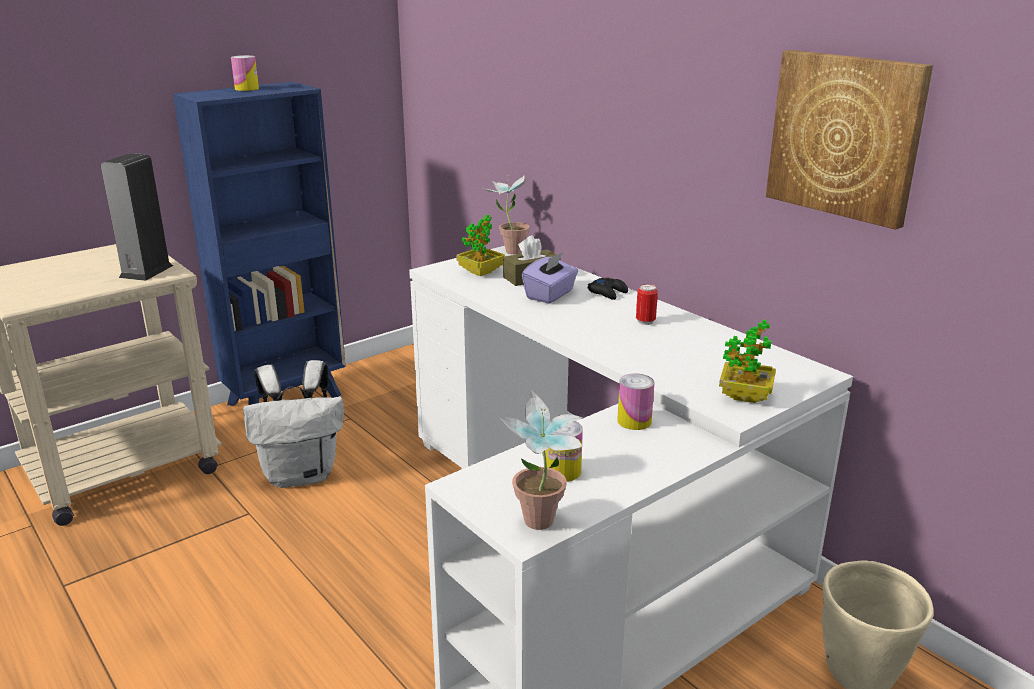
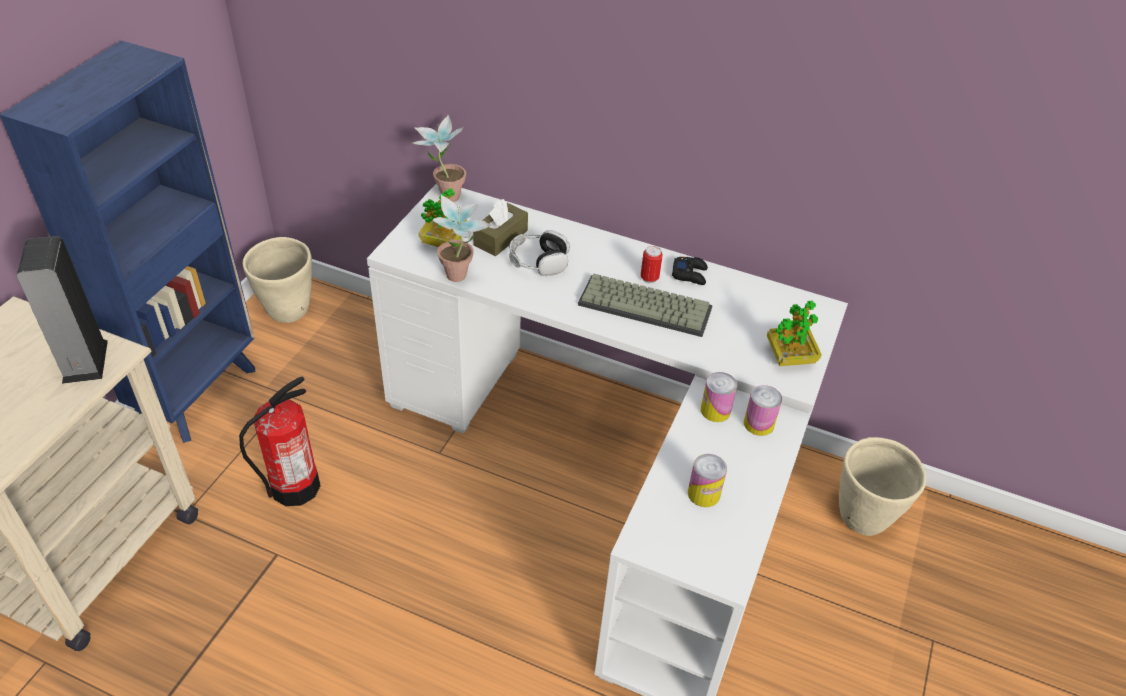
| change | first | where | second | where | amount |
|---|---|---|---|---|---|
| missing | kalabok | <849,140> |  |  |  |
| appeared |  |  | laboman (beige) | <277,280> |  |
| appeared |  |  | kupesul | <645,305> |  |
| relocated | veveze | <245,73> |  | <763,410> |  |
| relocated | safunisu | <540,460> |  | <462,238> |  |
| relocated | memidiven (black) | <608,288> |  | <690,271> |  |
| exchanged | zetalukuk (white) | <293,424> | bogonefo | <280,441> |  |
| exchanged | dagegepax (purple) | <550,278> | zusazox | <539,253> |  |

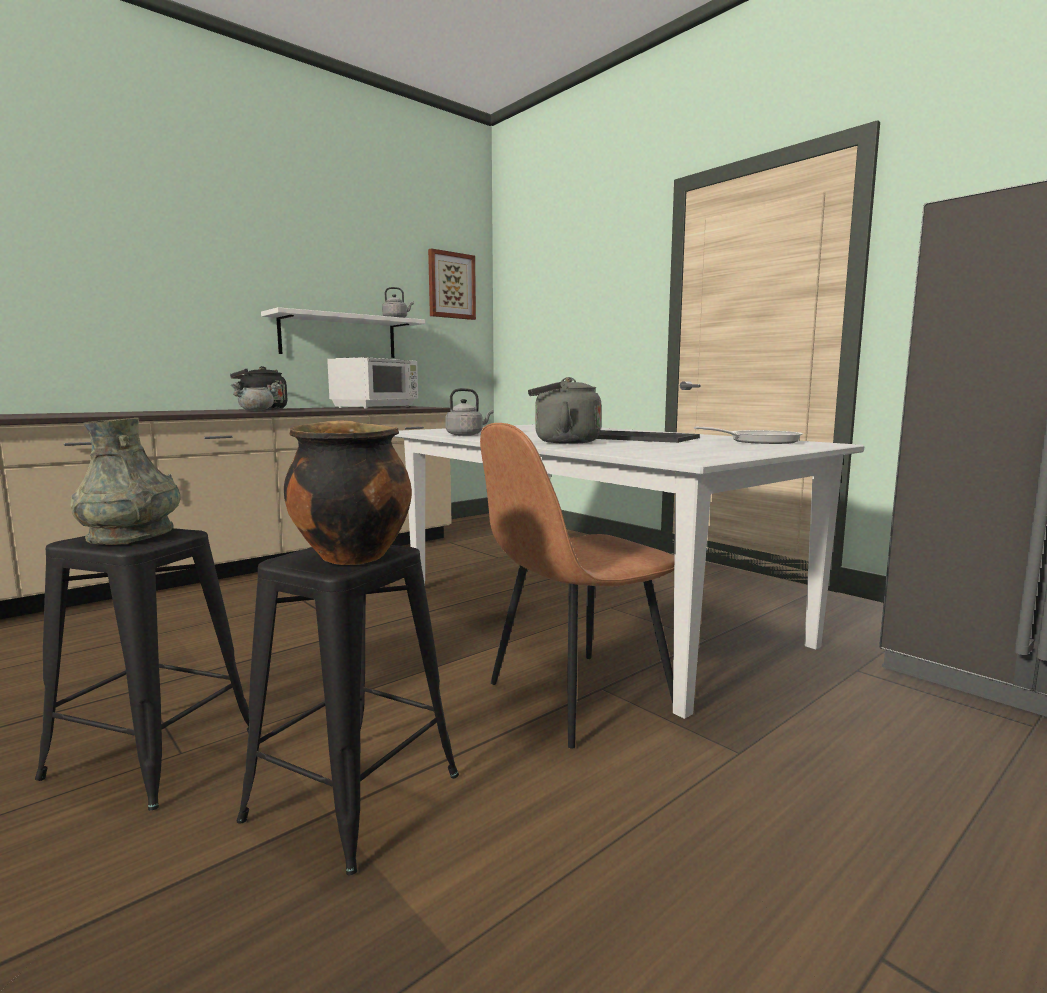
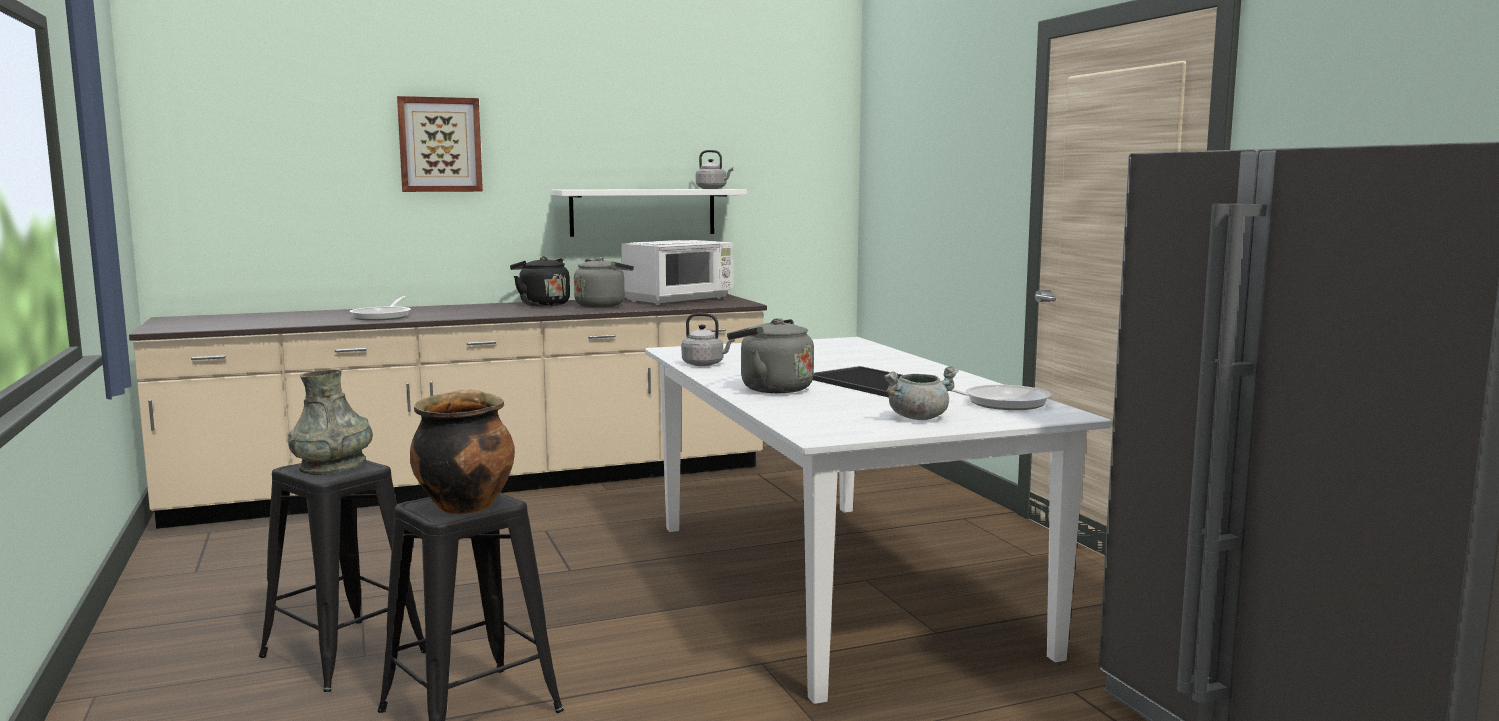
| change | first | where | second | where | amount |
|---|---|---|---|---|---|
| missing | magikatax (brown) | <577,586> |  |  |  |
| appeared |  |  | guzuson | <380,308> |  |
| appeared |  |  | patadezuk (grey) | <604,282> |  |
| relocated | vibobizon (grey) | <255,396> |  | <921,393> |  |
| relocated | kalabok | <452,284> |  | <440,144> |  |

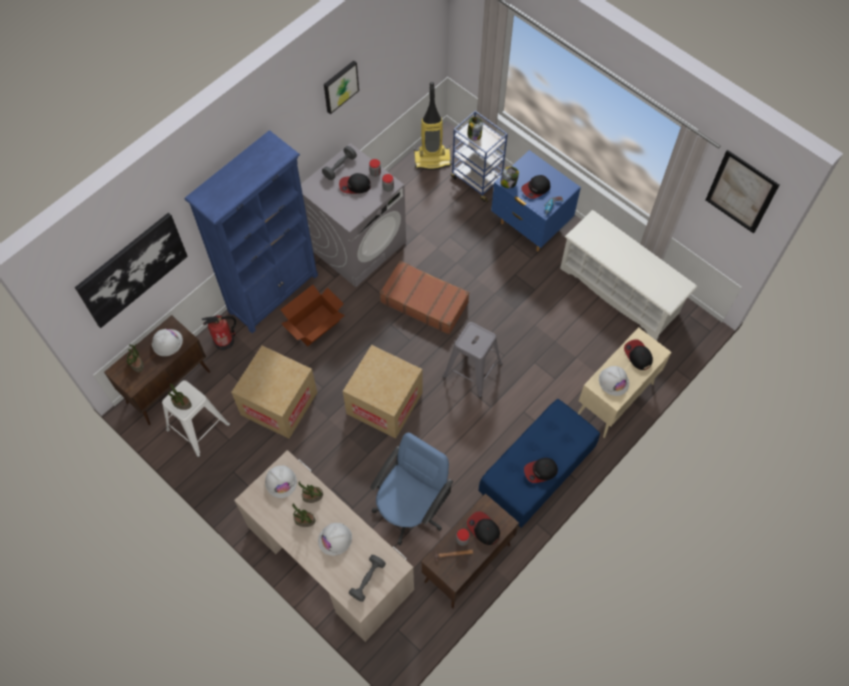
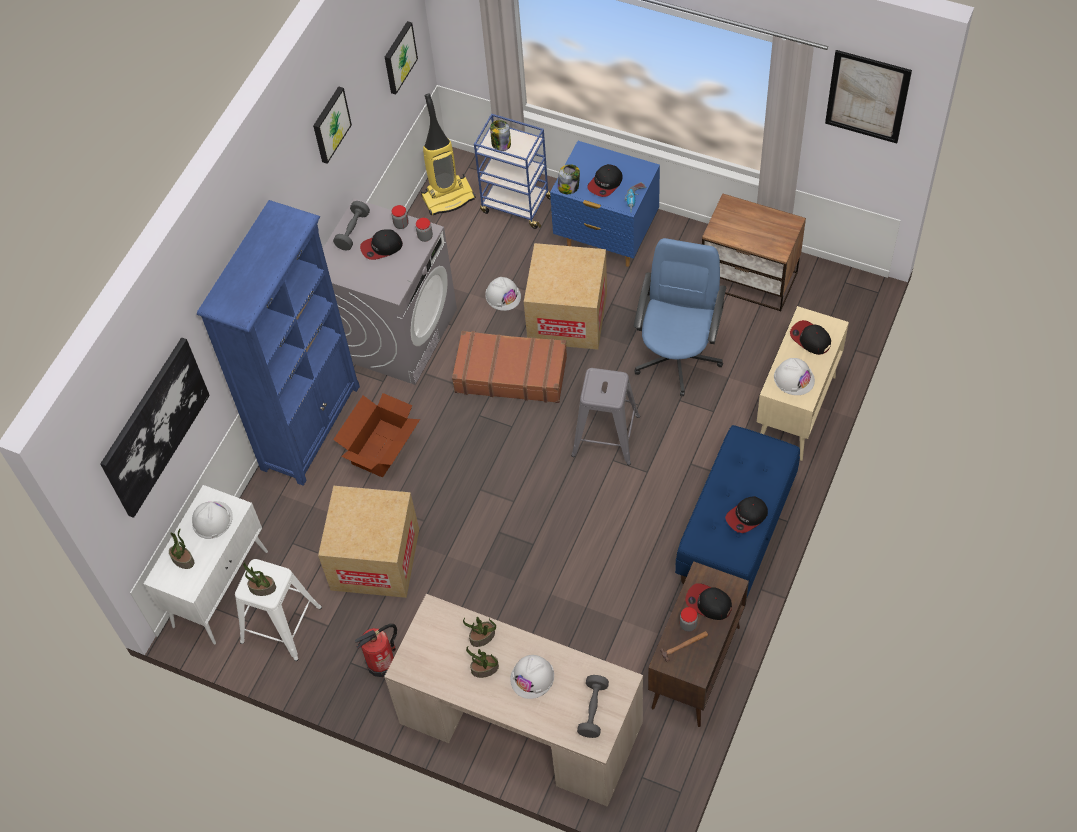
| change | first | where | second | where | amount |
|---|---|---|---|---|---|
| appeared |  |  | kalabok | <401,57> |  |
| relocated | bogonefo | <219,332> |  | <375,650> |  |
| relocated | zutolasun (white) | <281,481> |  | <503,294> |  |
| relocated | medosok | <383,392> |  | <565,296> |  |
| relocated | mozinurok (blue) | <411,489> |  | <680,317> |  |
| exchanged | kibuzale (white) | <629,275> | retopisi | <754,252> |  |
| colour | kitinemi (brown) | <157,370> | kitinemi (white) | <206,564> |  |

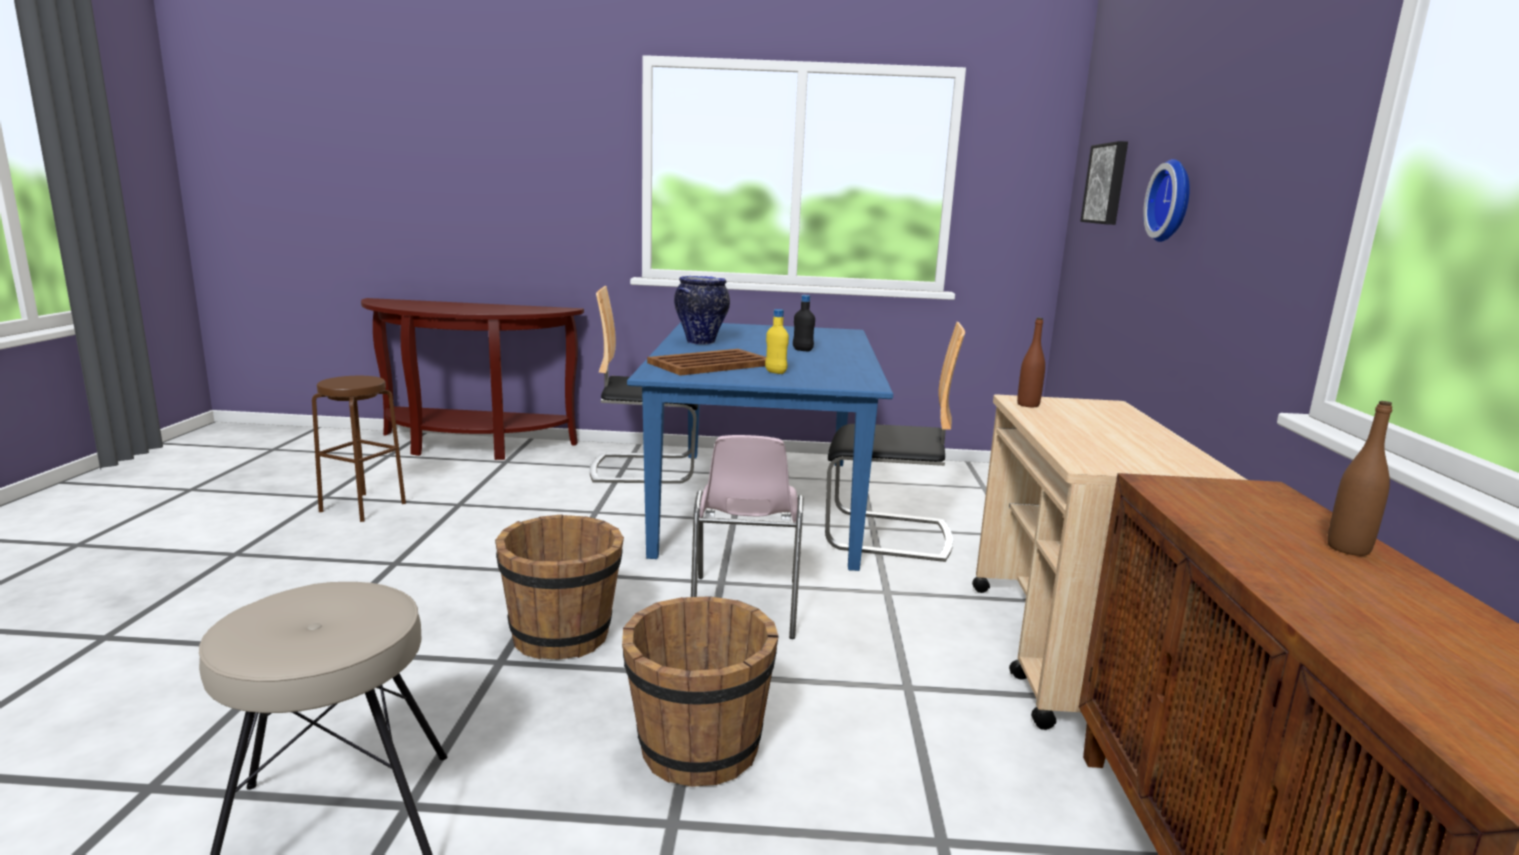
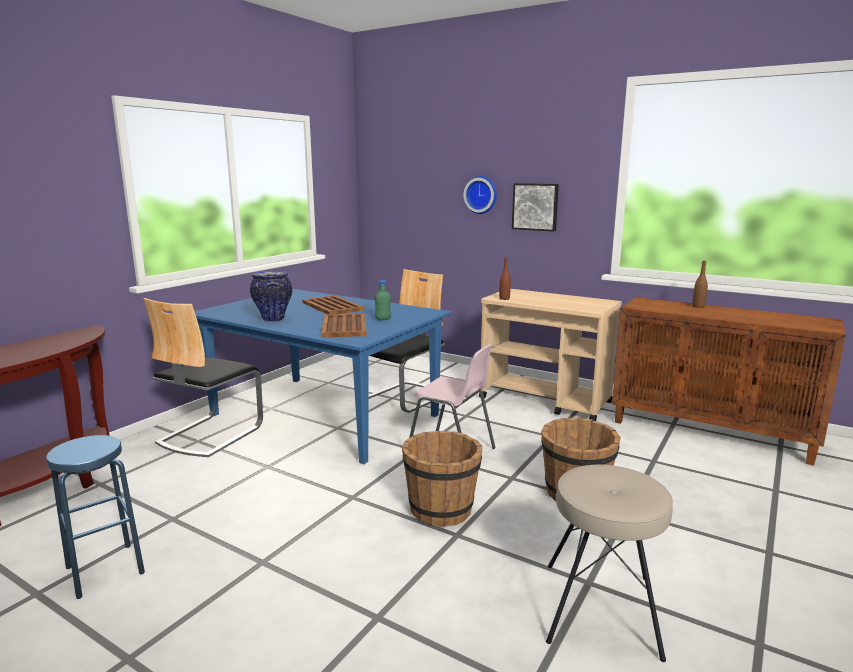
| change | first | where | second | where | amount |
|---|---|---|---|---|---|
| relocated | kalabok | <1104,183> |  | <535,207> |  |
| exchanged | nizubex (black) | <804,323> | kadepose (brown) | <333,304> |  |
| colour | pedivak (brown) | <359,449> | pedivak (blue) | <95,517> |  |
| colour | nizubex (yellow) | <777,341> | nizubex (green) | <383,300> |  |

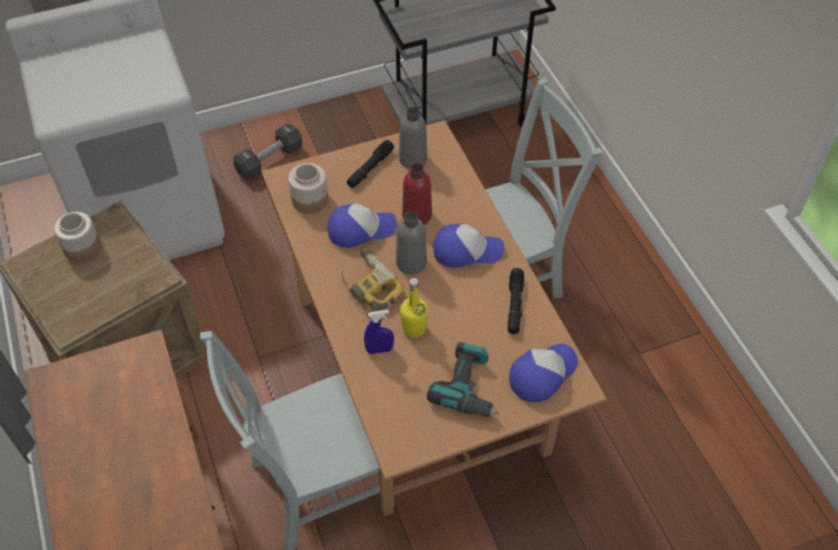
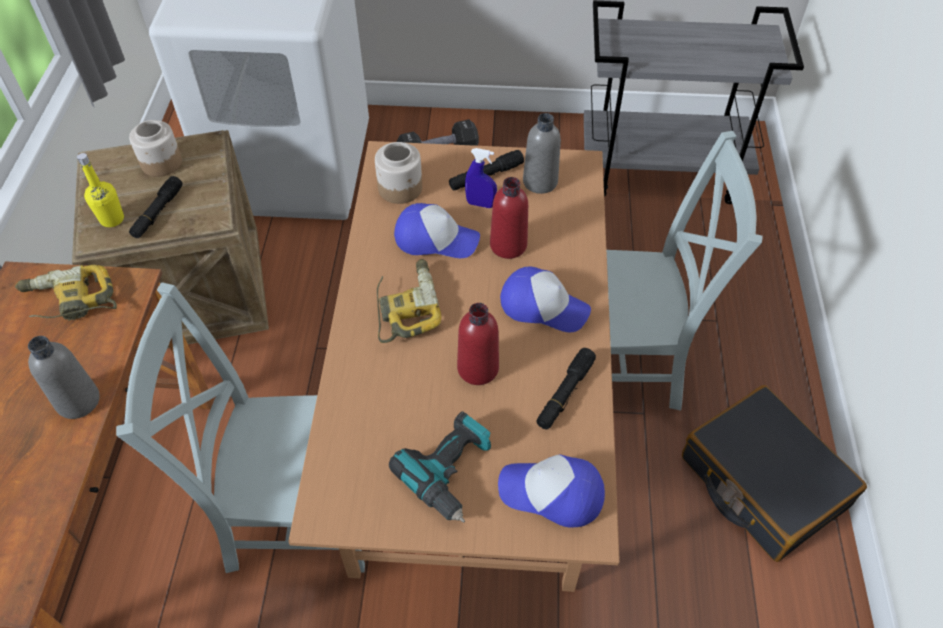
| change | first | where | second | where | amount |
|---|---|---|---|---|---|
| appeared |  |  | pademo | <66,293> |  |
| appeared |  |  | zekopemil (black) | <155,207> |  |
| appeared |  |  | nizubex (red) | <478,344> |  |
| appeared |  |  | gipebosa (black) | <774,473> |  |
| relocated | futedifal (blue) | <379,332> |  | <481,178> |  |
| relocated | nizubex (grey) | <411,243> |  | <64,377> |  |
| relocated | nizubex (yellow) | <414,308> |  | <100,190> |  |
| spun | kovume | <543,373> |  | <551,491> | 150 degrees counterclockwise |

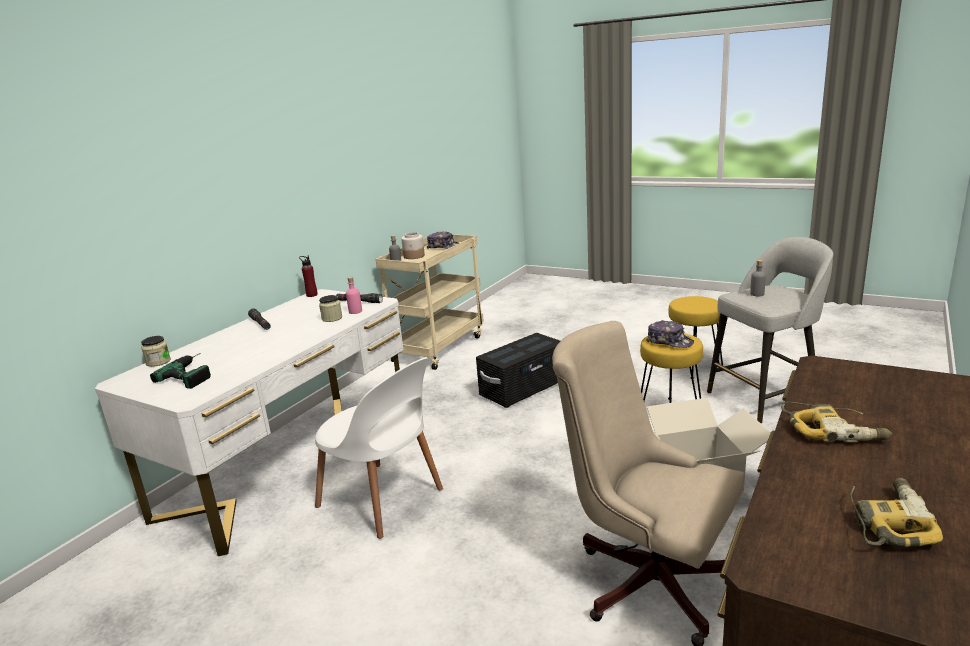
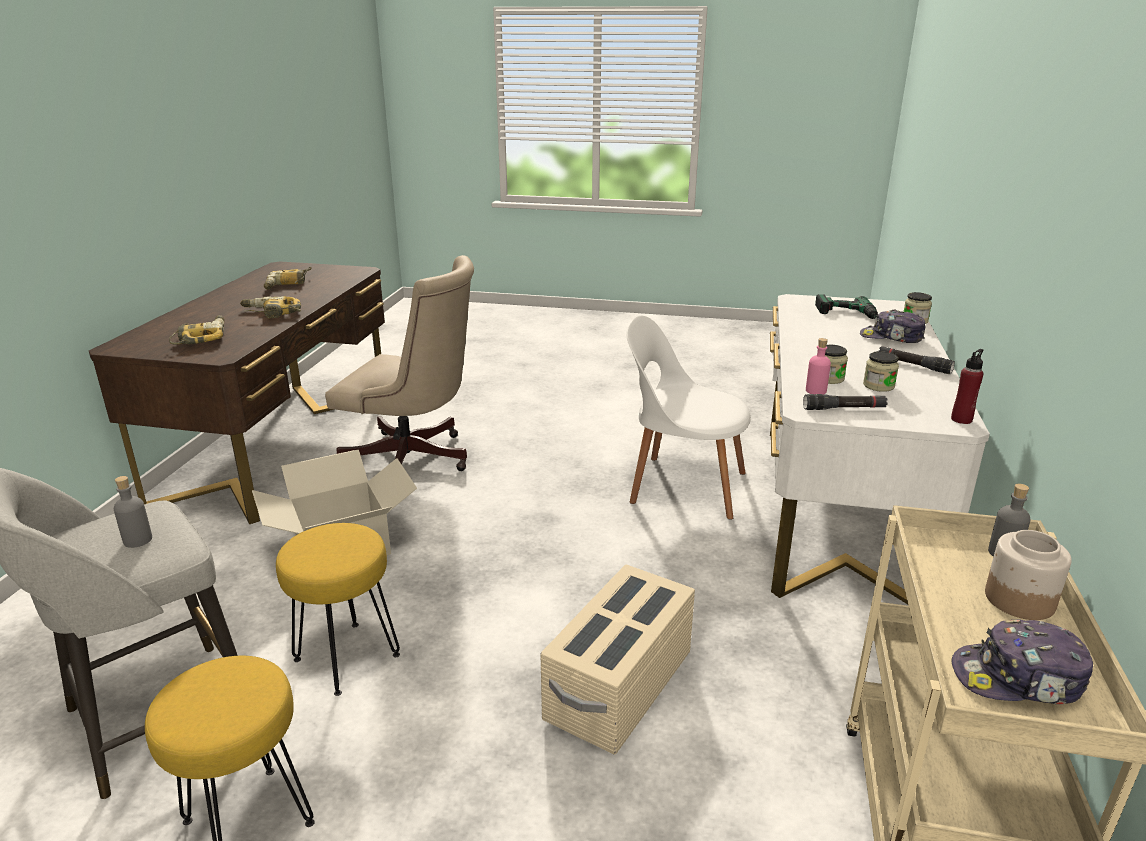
| change | first | where | second | where | amount |
|---|---|---|---|---|---|
| appeared |  |  | pademo | <196,330> |  |
| appeared |  |  | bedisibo | <881,371> |  |
| relocated | kovume | <670,334> |  | <893,326> |  |
| colour | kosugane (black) | <518,370> | kosugane (beige) | <617,660> |  |

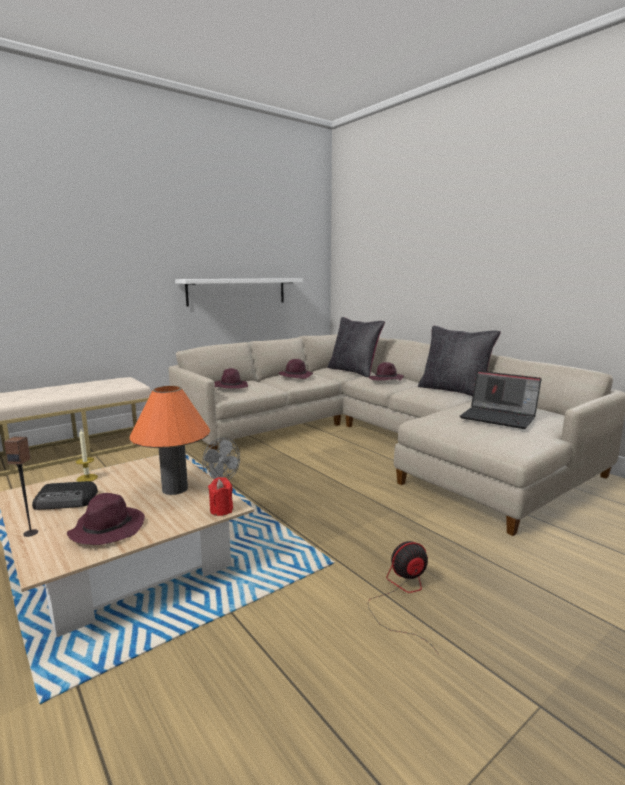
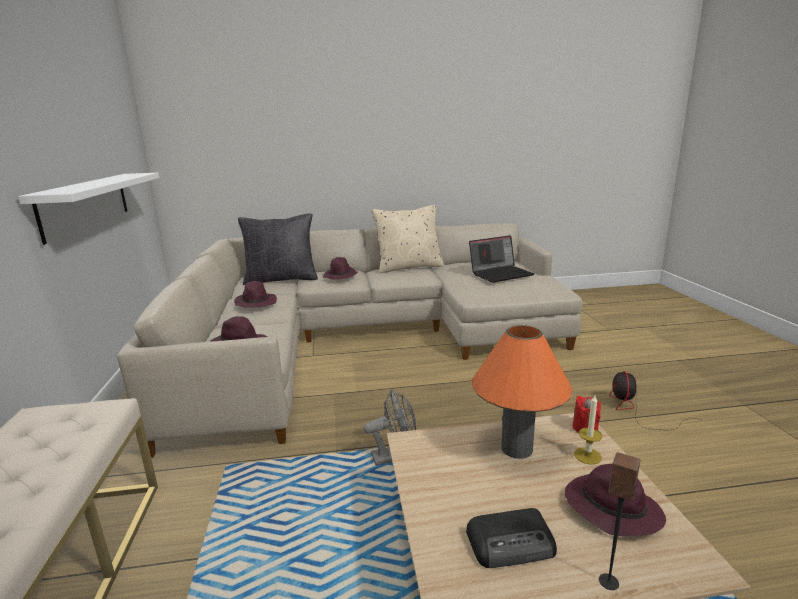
| change | first | where | second | where | amount |
|---|---|---|---|---|---|
| relocated | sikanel | <87,455> |  | <588,430> |  |
| colour | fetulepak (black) | <459,361> | fetulepak (beige) | <408,239> |  |
| spun | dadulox | <65,495> |  | <511,538> | 60 degrees clockwise |

